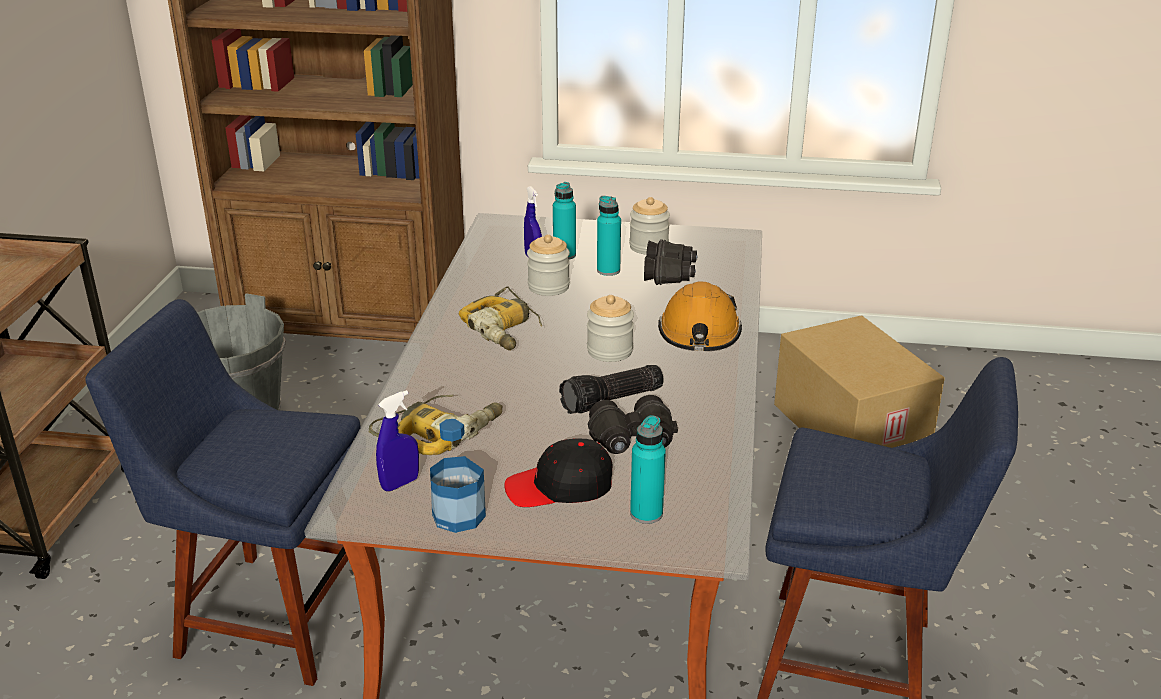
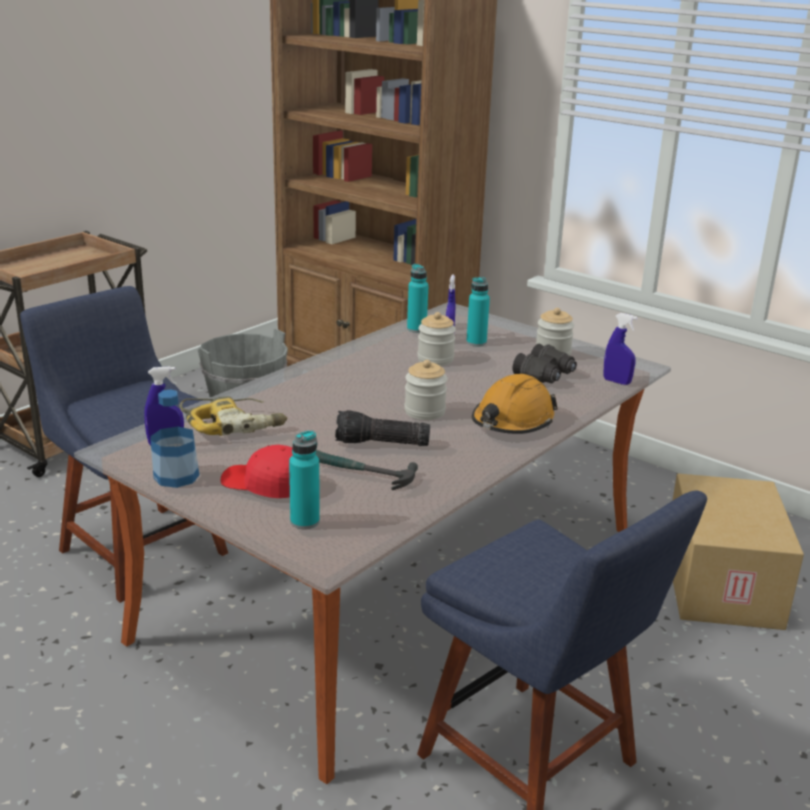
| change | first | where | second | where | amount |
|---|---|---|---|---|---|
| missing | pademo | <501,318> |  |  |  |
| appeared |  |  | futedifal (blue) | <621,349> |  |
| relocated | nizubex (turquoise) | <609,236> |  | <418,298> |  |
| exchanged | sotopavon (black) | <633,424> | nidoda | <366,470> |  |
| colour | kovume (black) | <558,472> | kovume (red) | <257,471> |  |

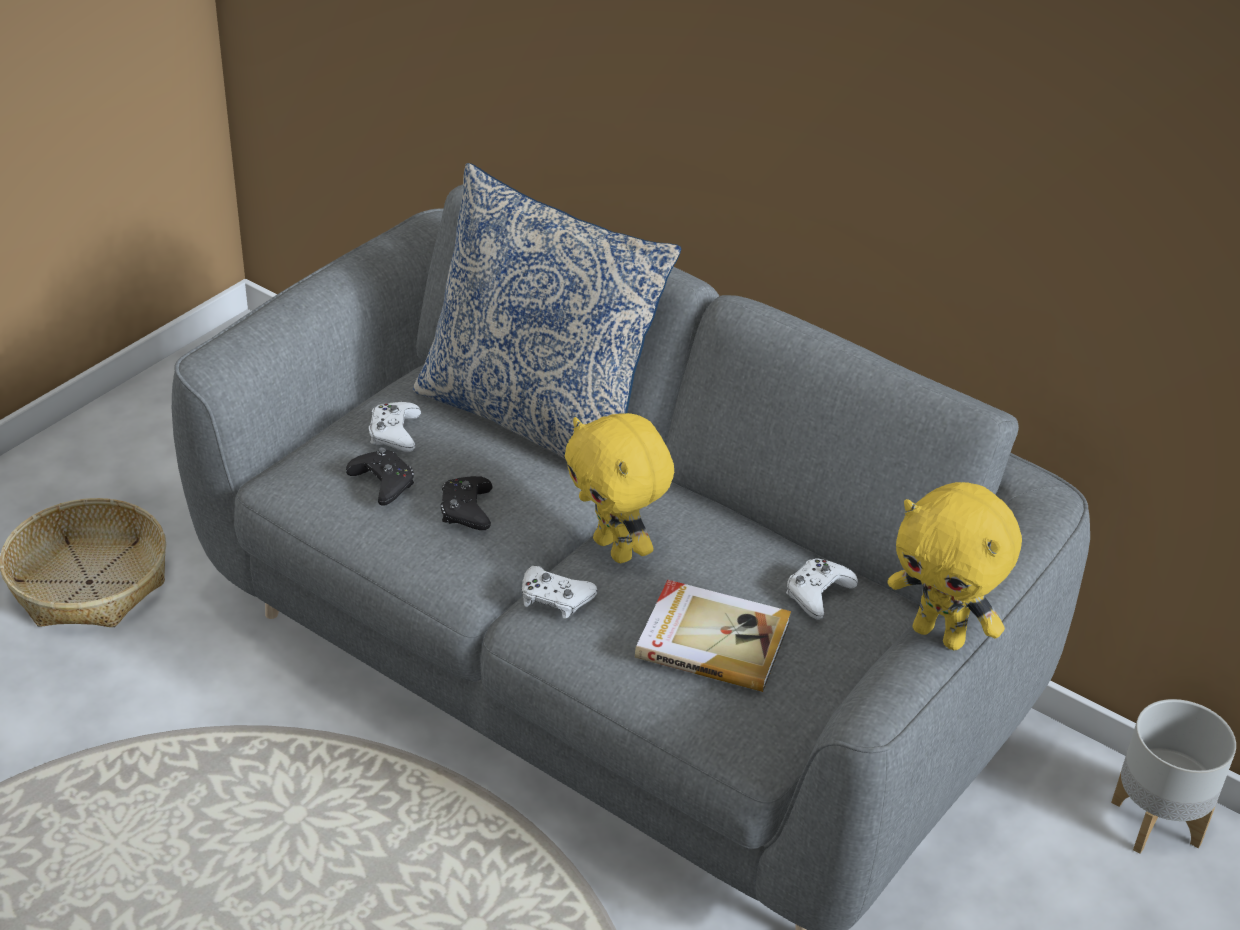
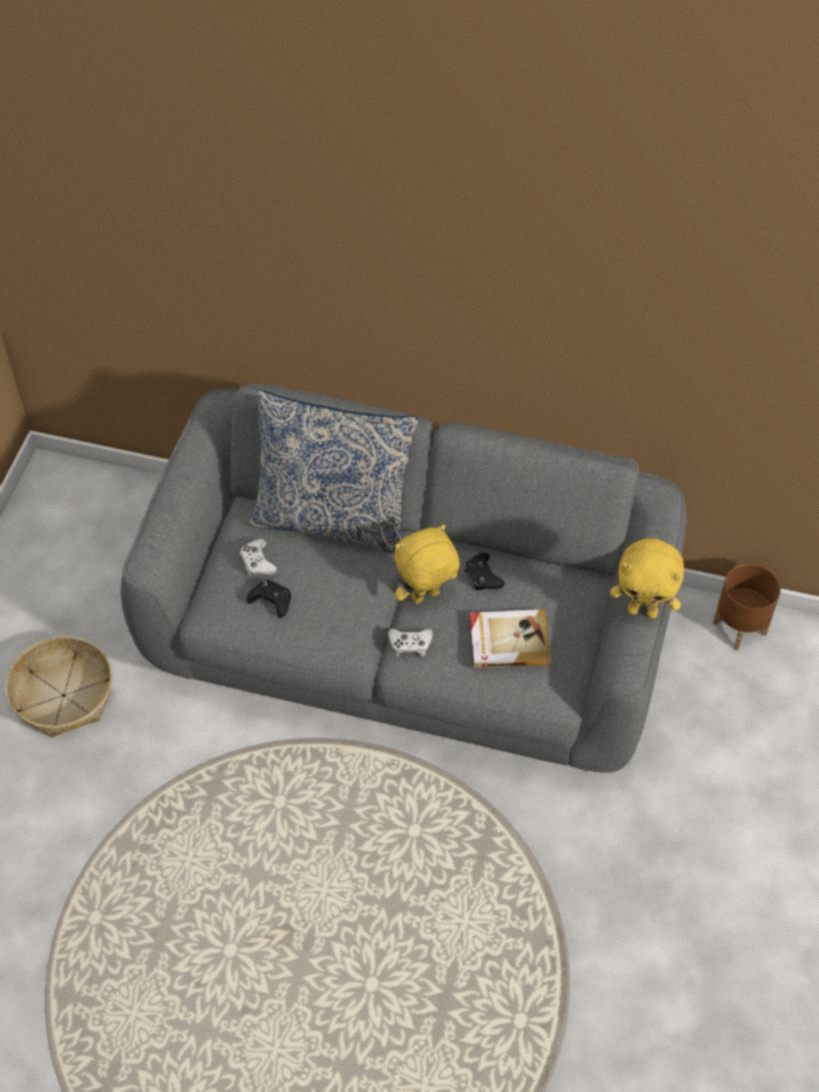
| change | first | where | second | where | amount |
|---|---|---|---|---|---|
| missing | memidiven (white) | <822,589> |  |  |  |
| relocated | memidiven (black) | <467,503> |  | <485,571> |  |
| colour | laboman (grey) | <1173,776> | laboman (brown) | <747,607> |  |
| spun | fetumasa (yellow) | <619,488> |  | <427,564> | 120 degrees clockwise |

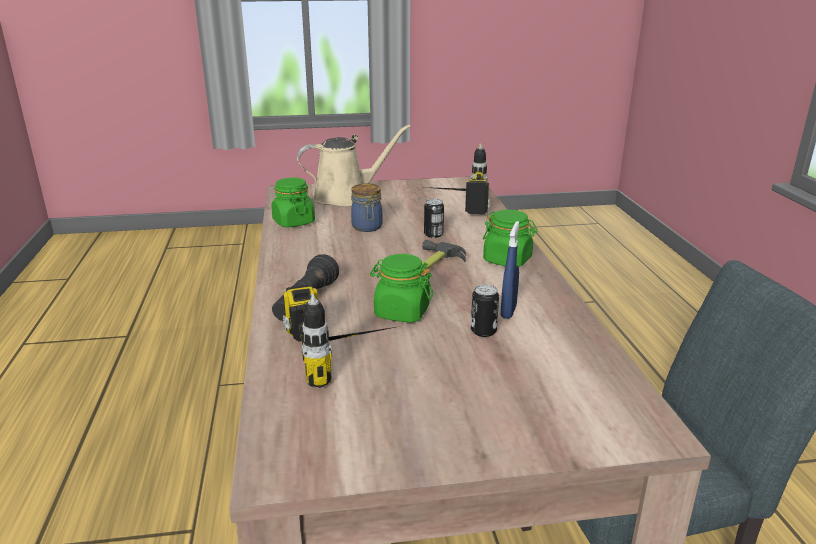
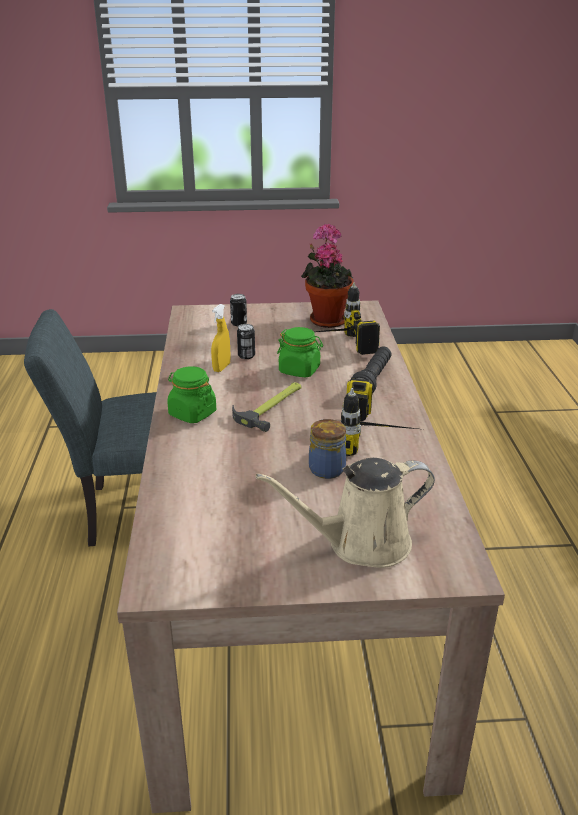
| change | first | where | second | where | amount |
|---|---|---|---|---|---|
| missing | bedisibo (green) | <293,202> |  |  |  |
| appeared |  |  | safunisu | <327,276> |  |
| relocated | pademo | <457,179> |  | <379,417> |  |
| relocated | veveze | <434,218> |  | <238,310> |  |
| colour | futedifal (blue) | <510,270> | futedifal (yellow) | <221,338> |  |

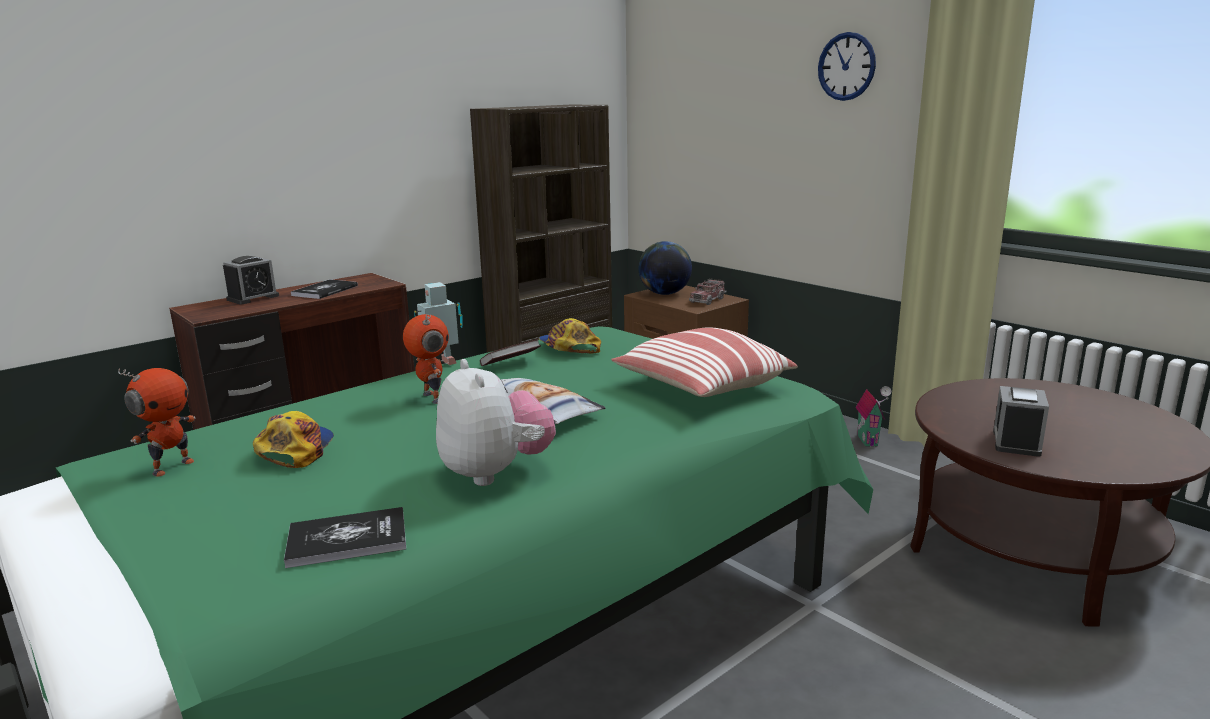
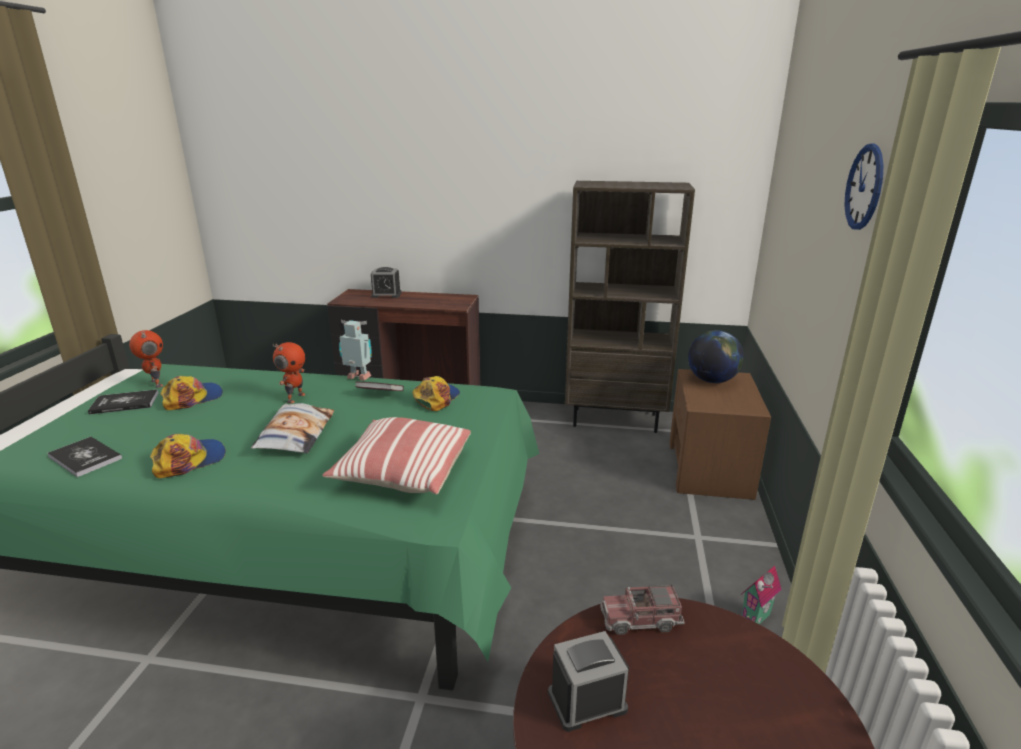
| change | first | where | second | where | amount |
|---|---|---|---|---|---|
| relocated | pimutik | <324,289> |  | <123,401> |  |
| relocated | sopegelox | <708,292> |  | <642,609> |  |
| exchanged | fetumasa | <496,422> | kovume | <188,456> |  |
| spun | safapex | <157,422> |  | <146,359> | 120 degrees counterclockwise |

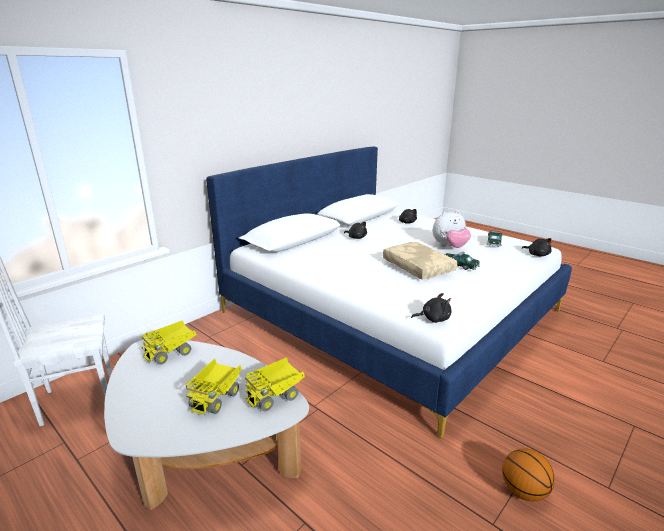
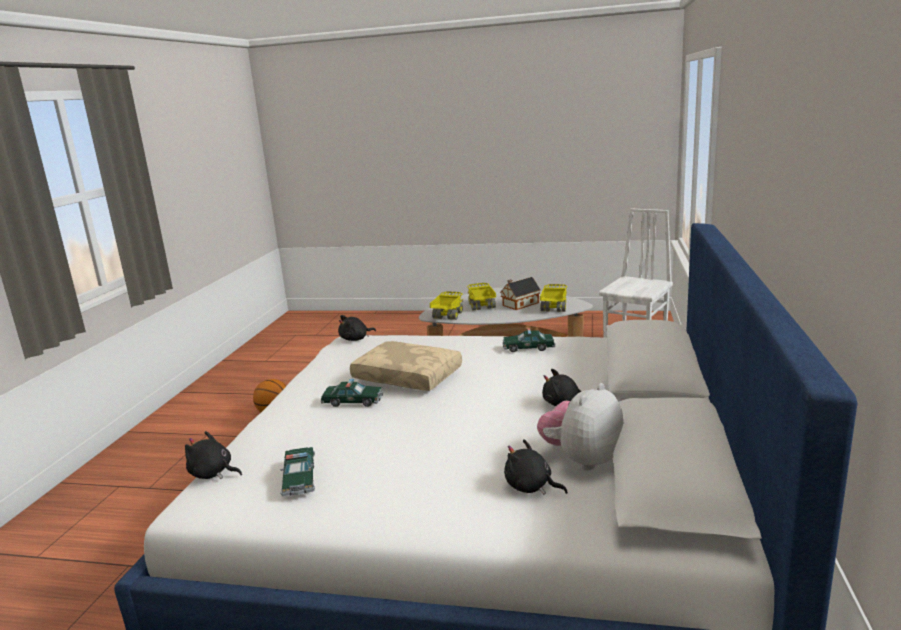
| change | first | where | second | where | amount |
|---|---|---|---|---|---|
| appeared |  |  | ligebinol | <520,293> |  |
| appeared |  |  | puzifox | <529,340> |  |
| relocated | fetumasa | <452,229> |  | <580,426> |  |

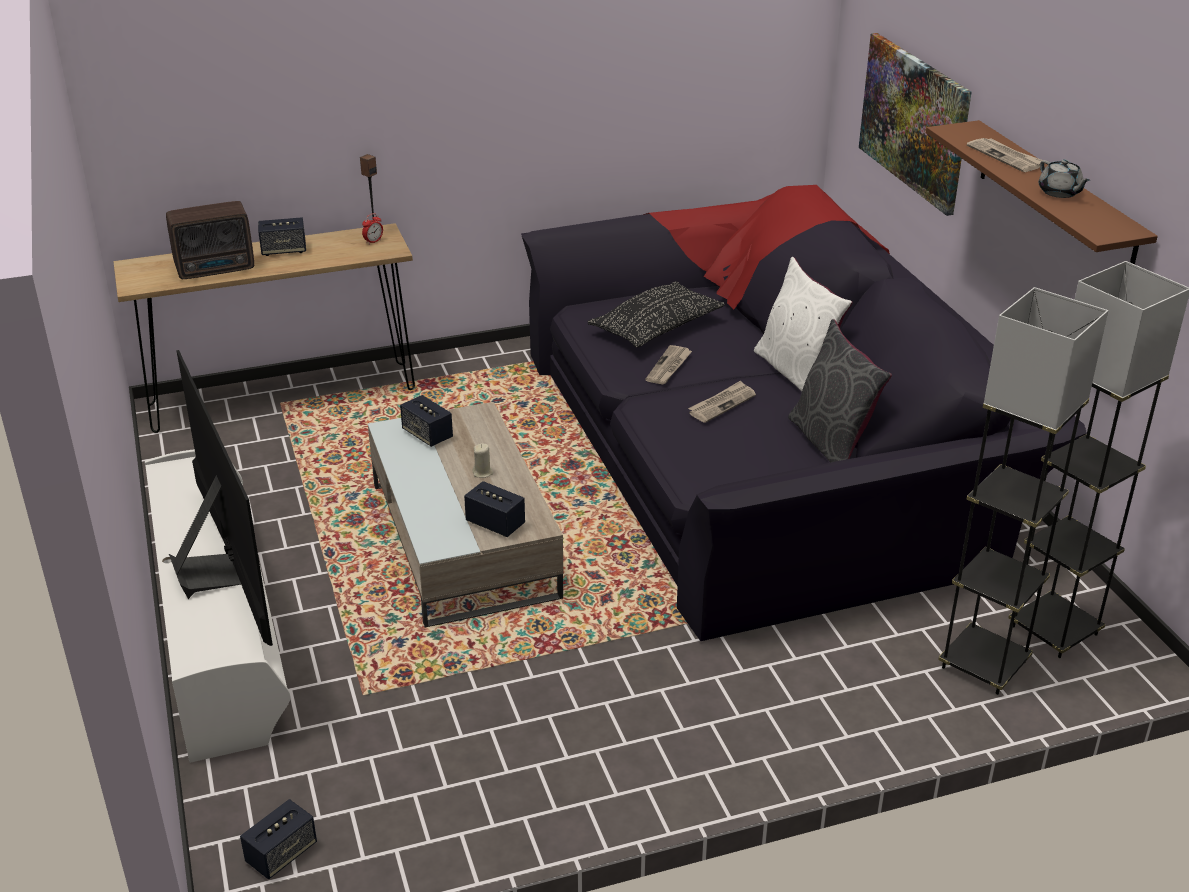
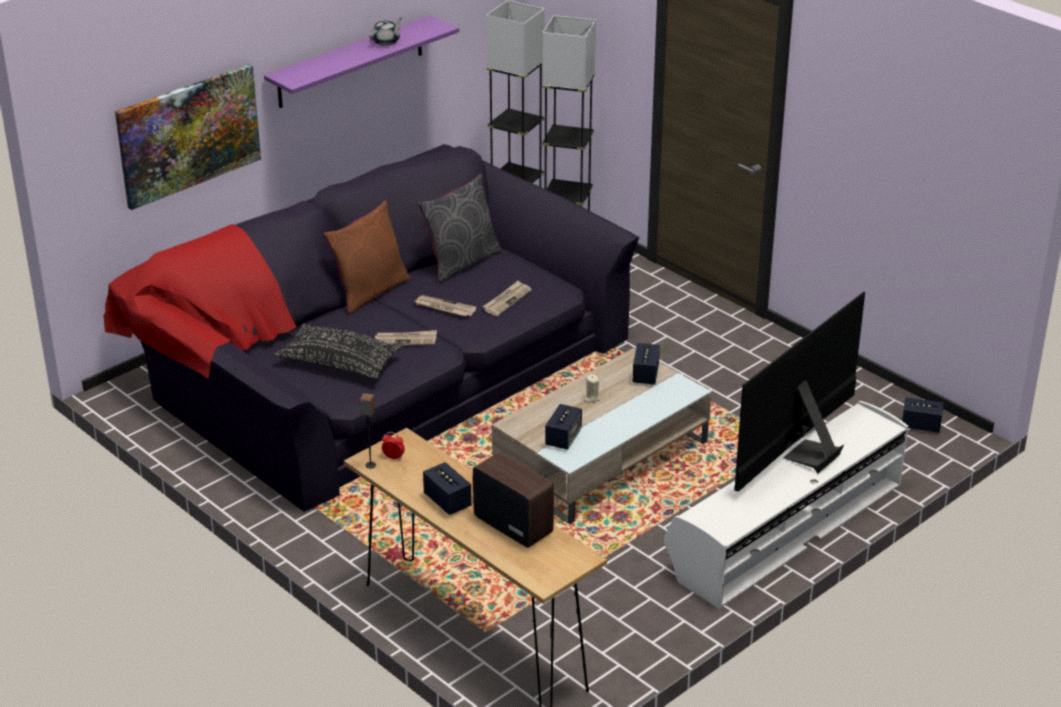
| change | first | where | second | where | amount |
|---|---|---|---|---|---|
| relocated | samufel | <1005,155> |  | <507,298> |  |
| colour | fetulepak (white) | <803,324> | fetulepak (brown) | <367,257> |  |
| colour | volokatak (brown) | <1042,192> | volokatak (purple) | <361,61> |  |

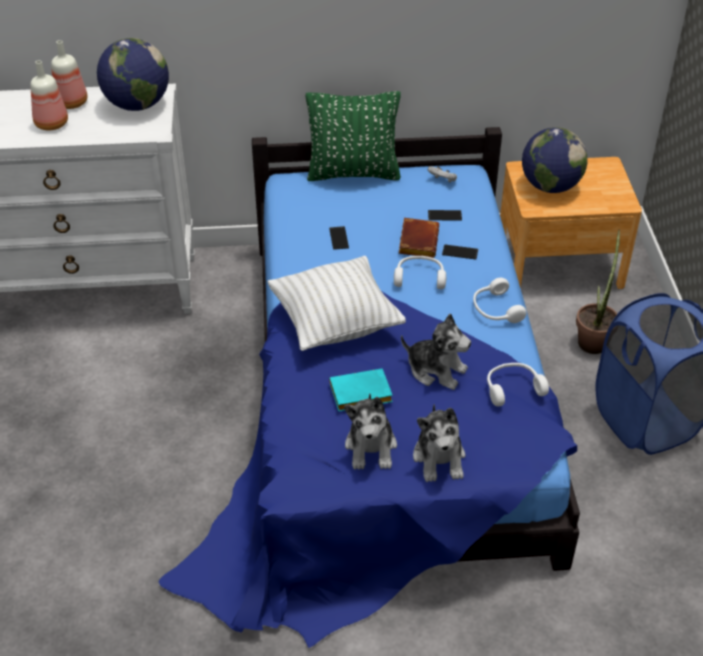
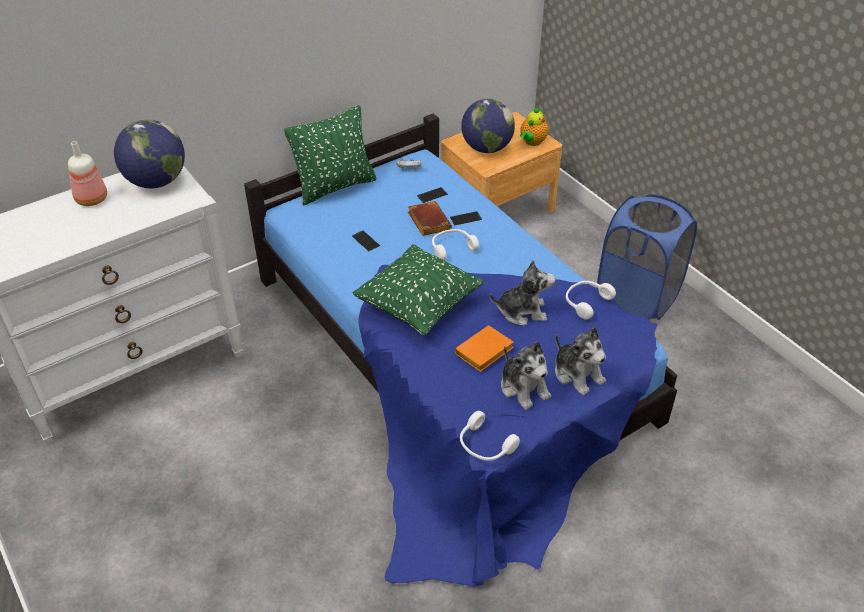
| change | first | where | second | where | amount |
|---|---|---|---|---|---|
| missing | nizubex | <49,95> |  |  |  |
| missing | safunisu | <598,291> |  |  |  |
| appeared |  |  | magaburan | <534,126> |  |
| relocated | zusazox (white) | <500,300> |  | <490,436> |  |
| colour | fetulepak (white) | <336,303> | fetulepak (green) | <418,290> |  |
| colour | pimutik (turquoise) | <361,390> | pimutik (orange) | <484,348> |  |

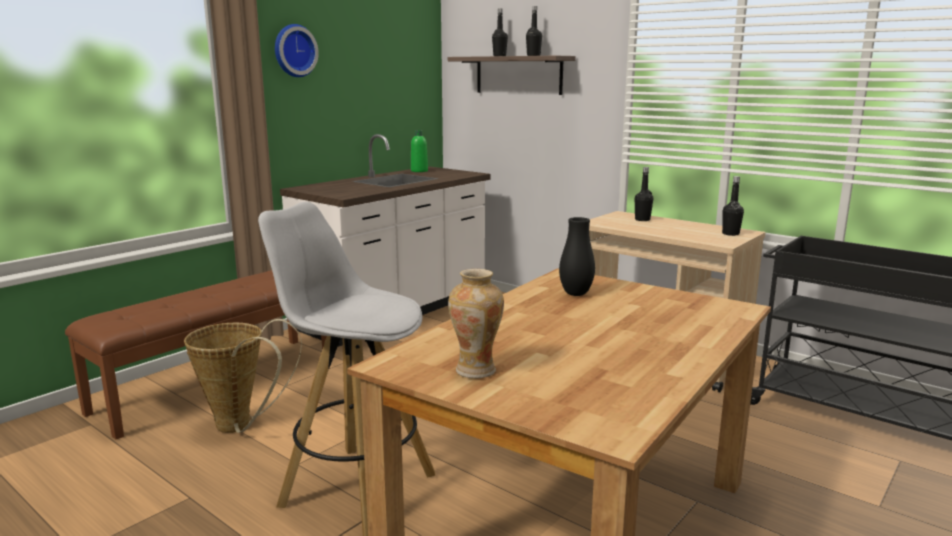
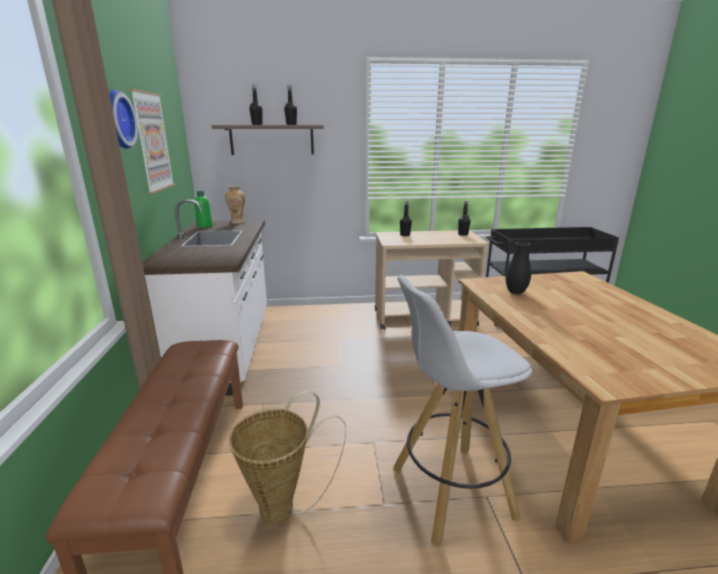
| change | first | where | second | where | amount |
|---|---|---|---|---|---|
| appeared |  |  | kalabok | <152,141> |  |
| relocated | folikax | <476,323> |  | <235,205> |  |

